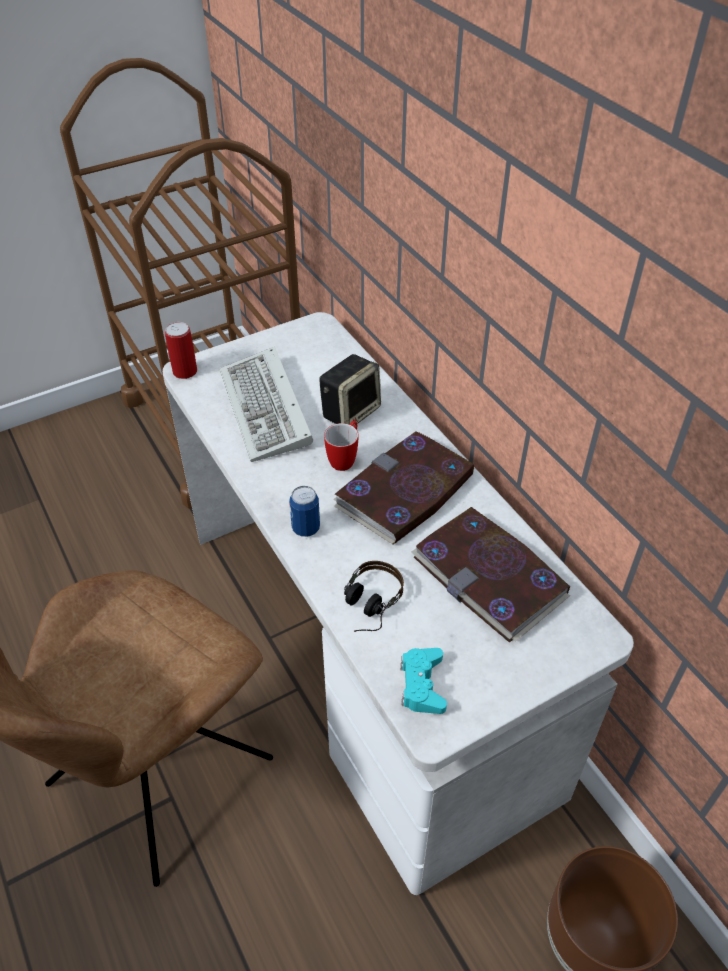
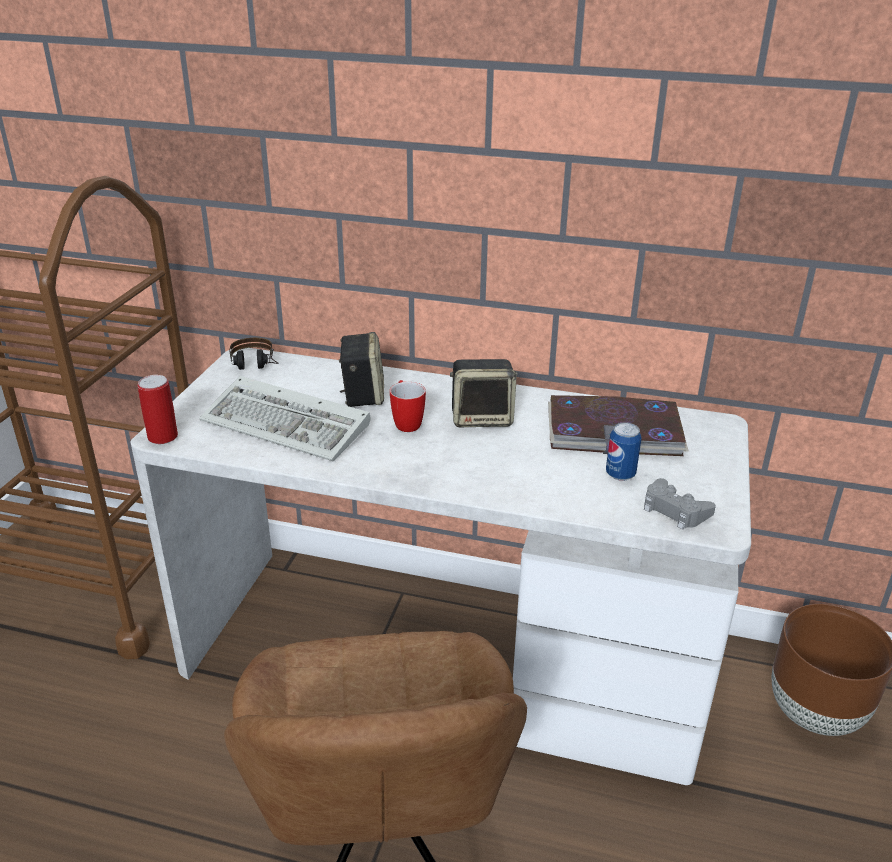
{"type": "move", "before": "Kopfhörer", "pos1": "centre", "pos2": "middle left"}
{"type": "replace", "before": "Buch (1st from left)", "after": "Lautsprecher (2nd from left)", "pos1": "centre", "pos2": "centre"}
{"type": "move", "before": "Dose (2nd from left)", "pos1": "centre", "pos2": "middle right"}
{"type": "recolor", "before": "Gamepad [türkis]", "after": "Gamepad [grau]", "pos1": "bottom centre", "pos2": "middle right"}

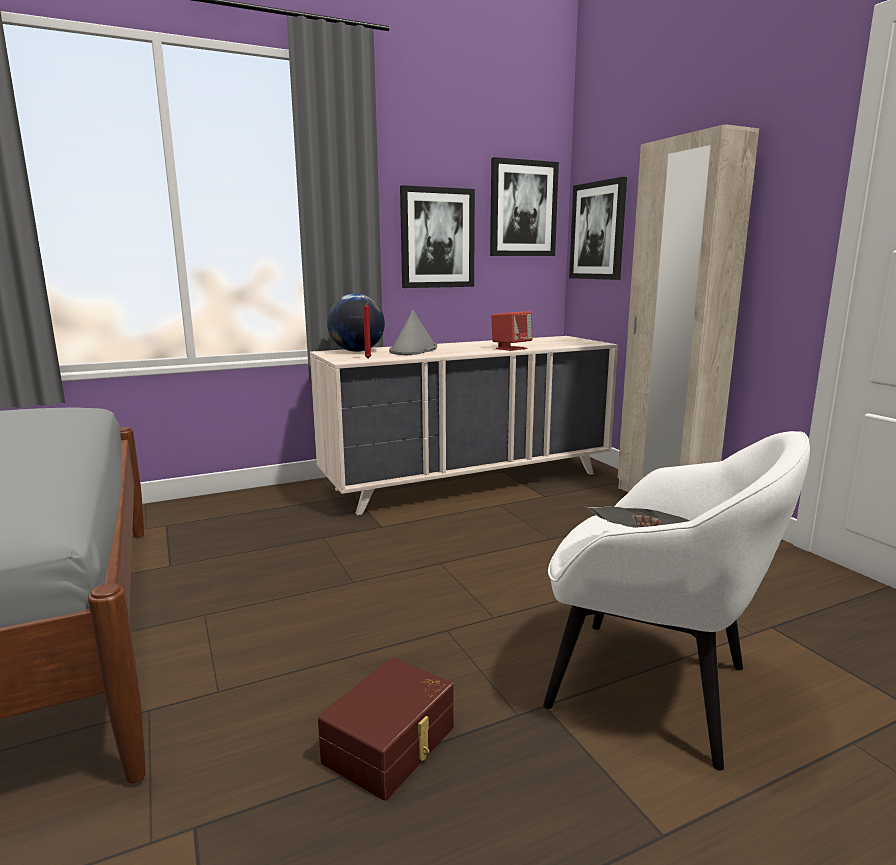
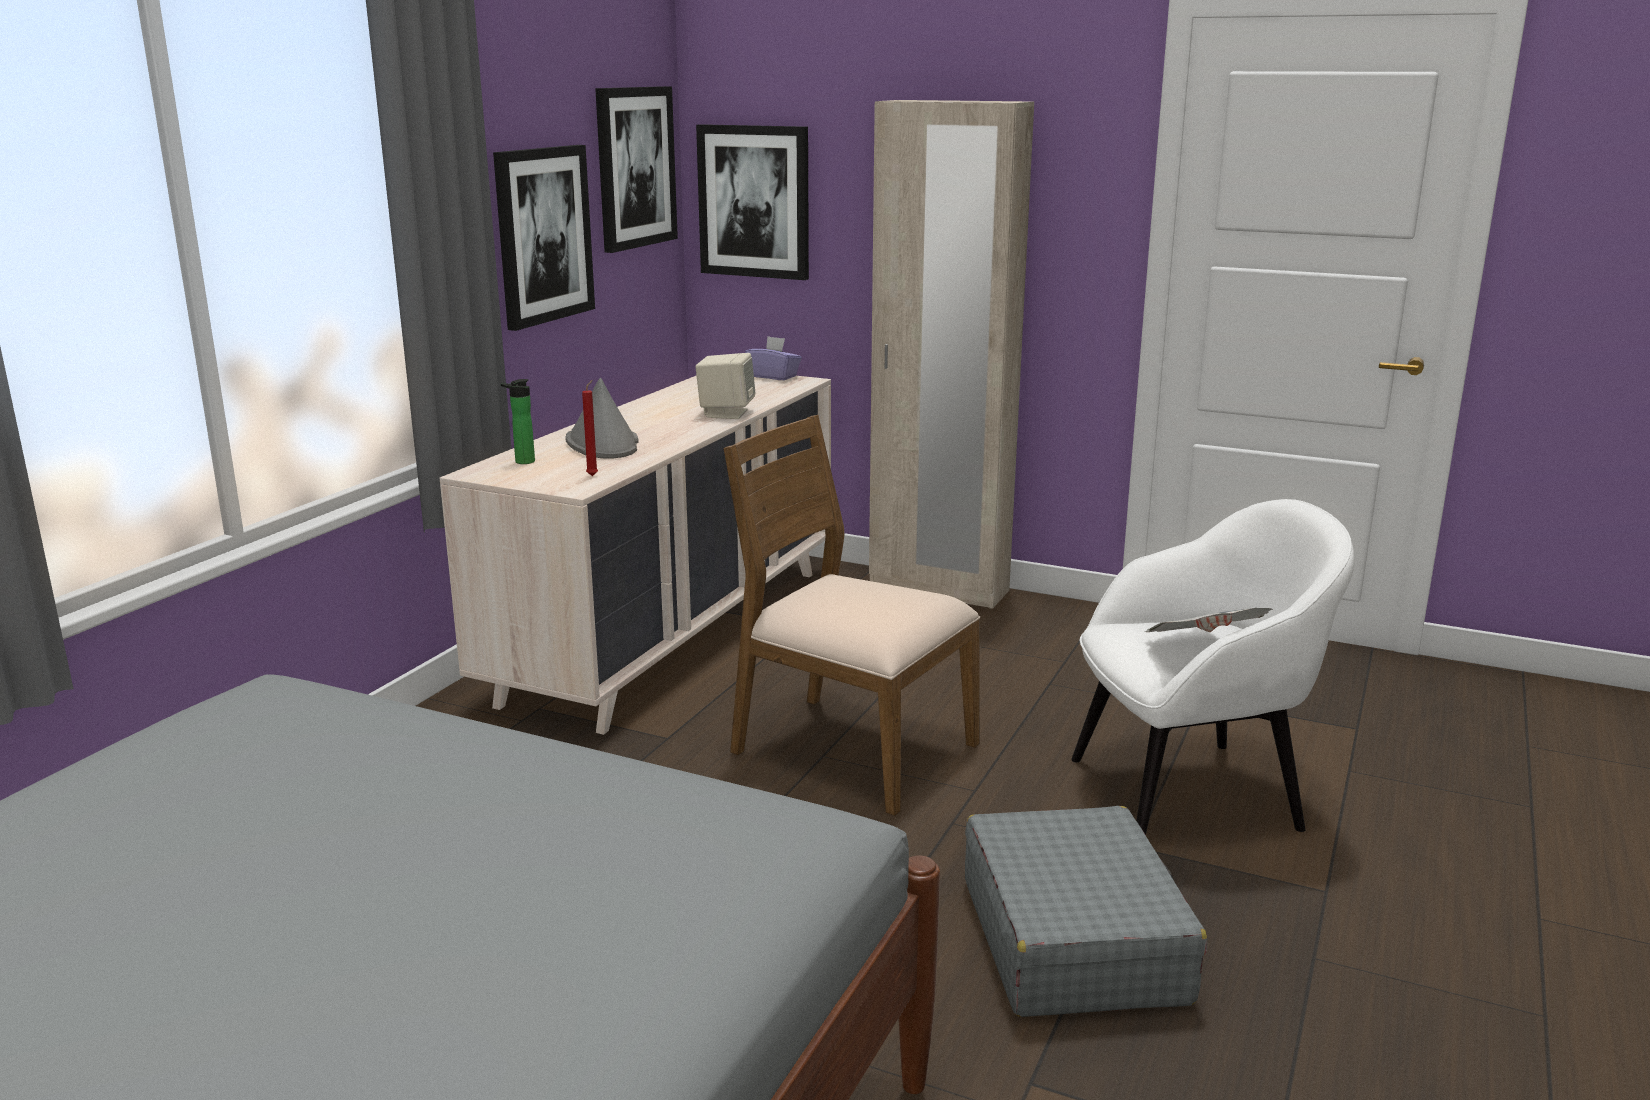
{"type": "replace", "before": "Globus", "after": "Flasche", "pos1": "centre", "pos2": "middle left"}
{"type": "recolor", "before": "Lautsprecher [rot]", "after": "Lautsprecher [beige]", "pos1": "centre", "pos2": "centre"}
{"type": "insert", "after": "Stuhl [braun]", "pos2": "centre"}
{"type": "insert", "after": "Taschentuchbox [lila]", "pos2": "top centre"}
{"type": "replace", "before": "Aufbewahrungsbox [braun]", "after": "Koffer [grau]", "pos1": "bottom centre", "pos2": "bottom centre"}

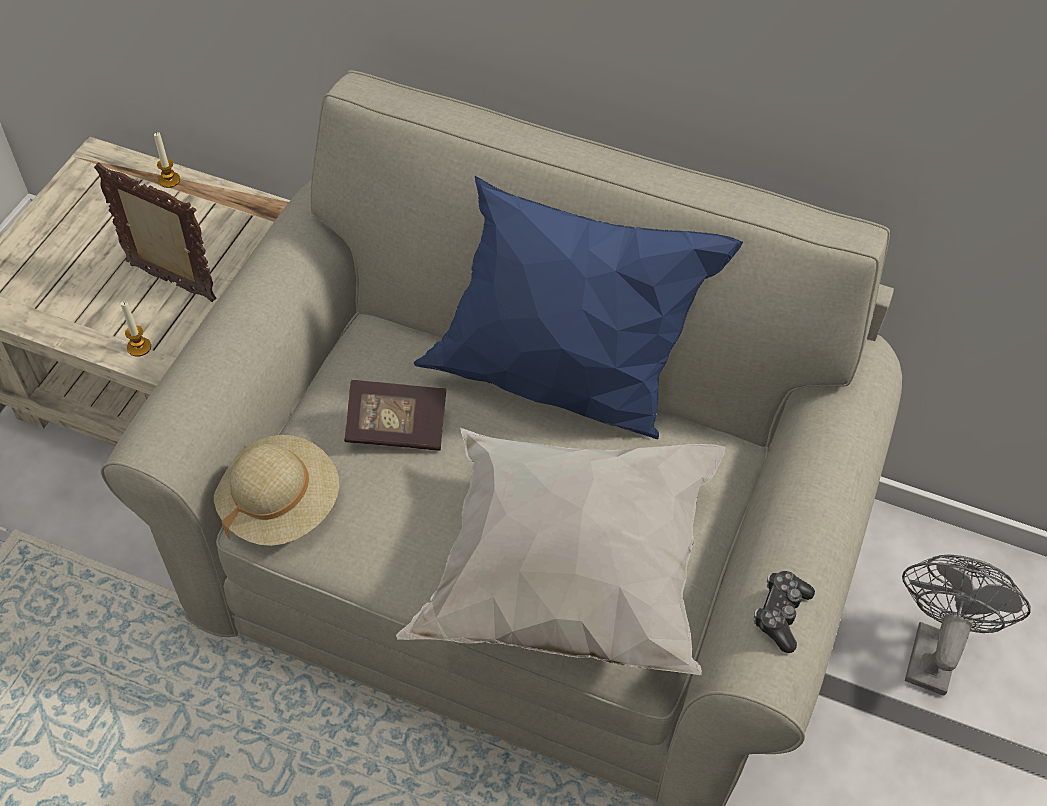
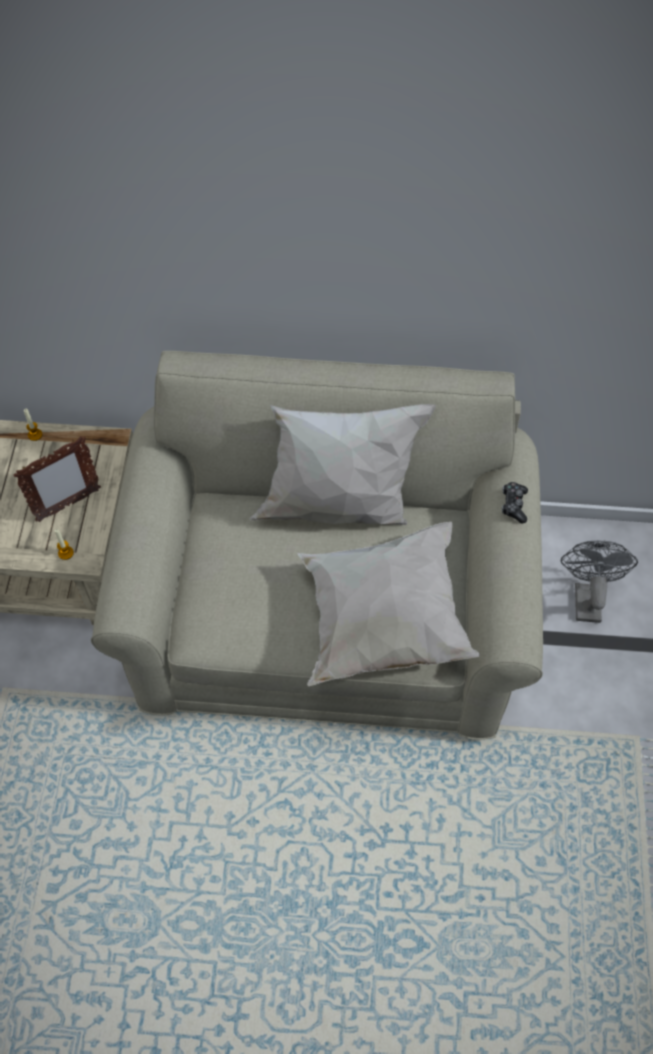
{"type": "rotate", "before": "Bilderrahmen", "pos1": "top left", "pos2": "middle left", "turn": 135}
{"type": "recolor", "before": "Kissen [blau]", "after": "Kissen [weiß] (1st from left)", "pos1": "centre", "pos2": "centre"}
{"type": "move", "before": "Gamepad", "pos1": "bottom right", "pos2": "middle right"}
{"type": "delete", "before": "Hut [beige]", "pos1": "middle left"}
{"type": "delete", "before": "Buch", "pos1": "centre"}

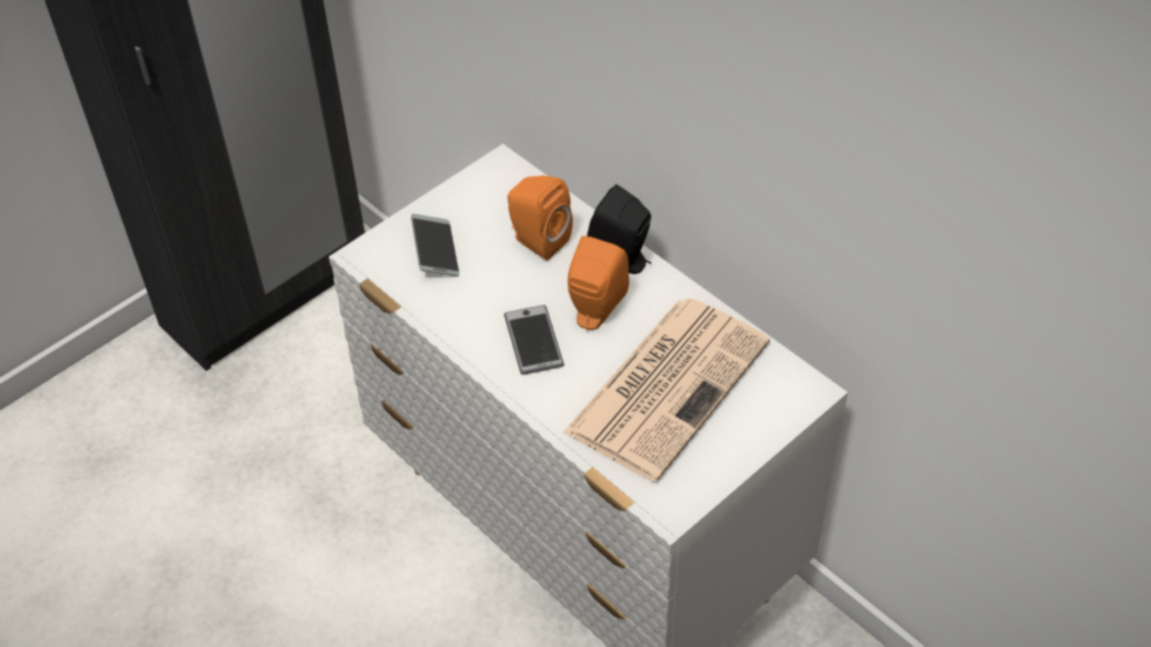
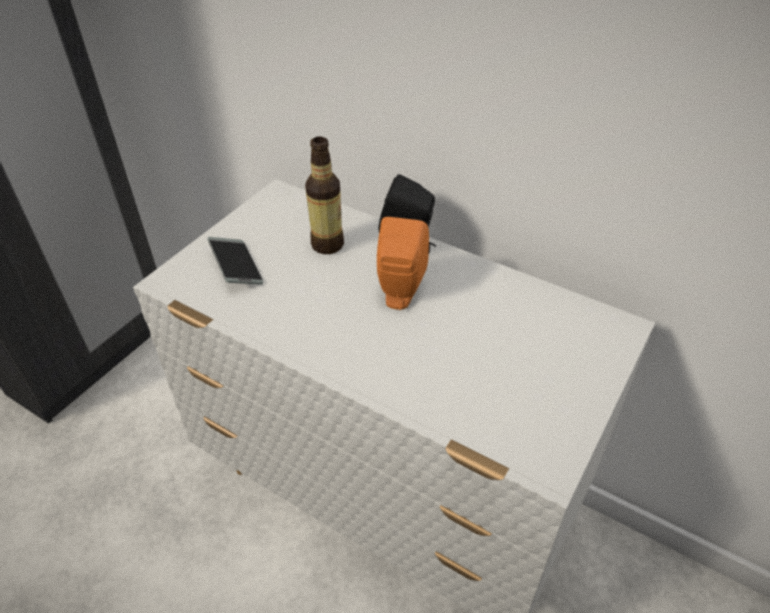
{"type": "replace", "before": "Lautsprecher [orange] (1st from left)", "after": "Flasche", "pos1": "centre", "pos2": "top centre"}
{"type": "delete", "before": "Handy (2nd from left)", "pos1": "centre"}
{"type": "delete", "before": "Zeitung", "pos1": "centre"}

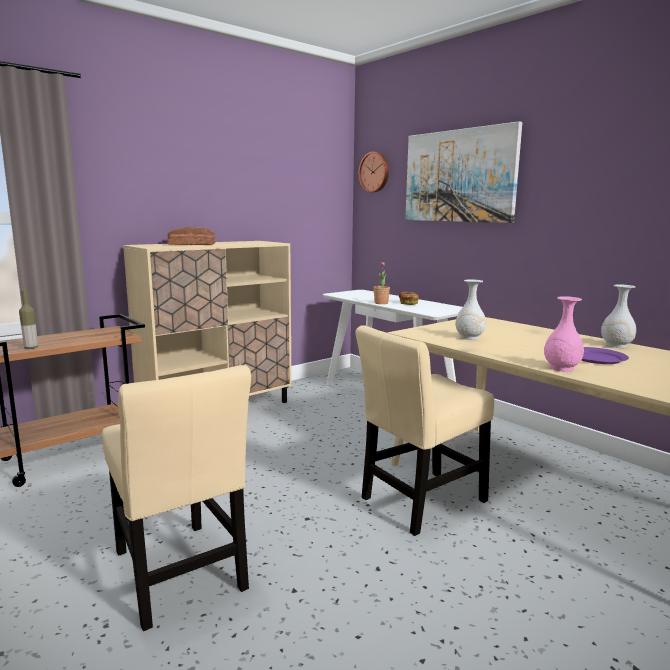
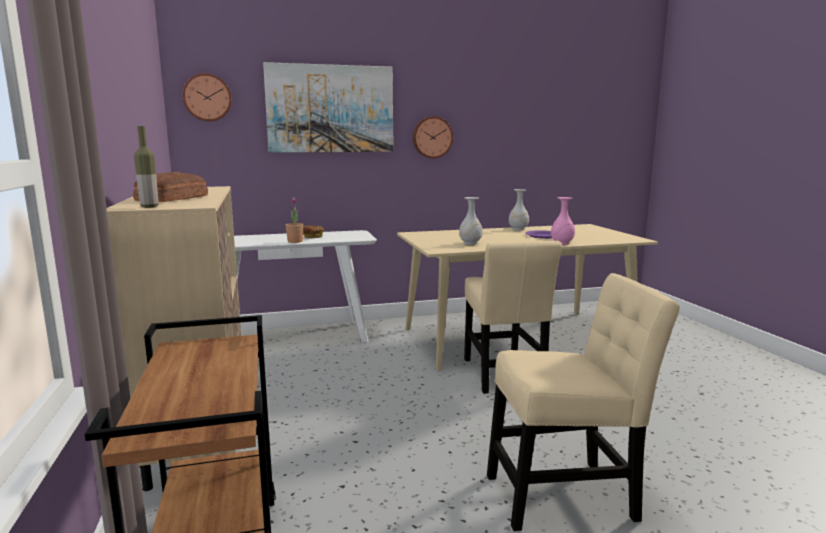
{"type": "move", "before": "Flasche", "pos1": "middle left", "pos2": "top left"}
{"type": "insert", "after": "Wanduhr (2nd from left)", "pos2": "top centre"}

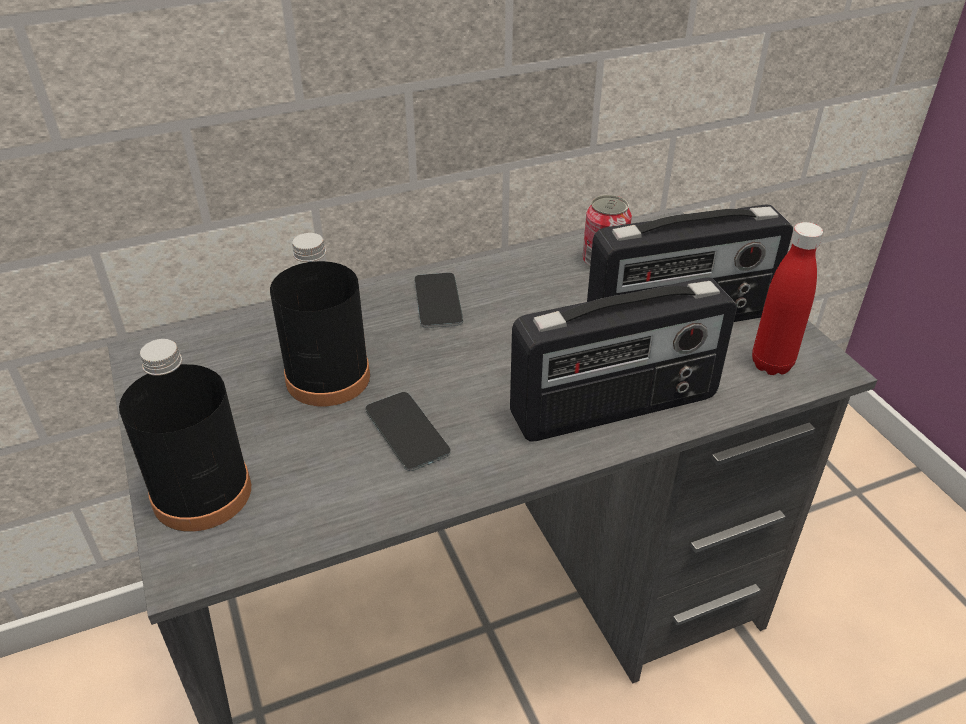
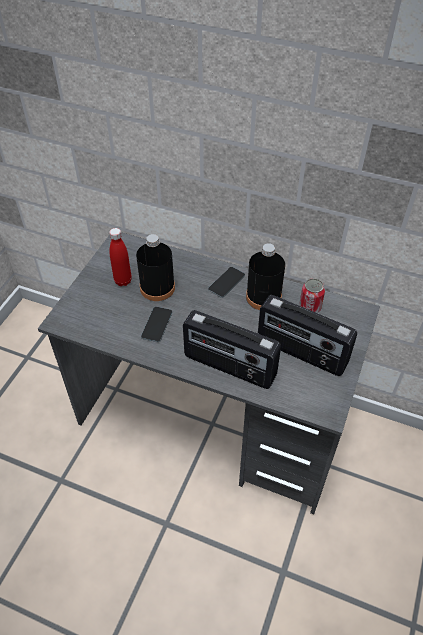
{"type": "move", "before": "Flasche [rot]", "pos1": "middle right", "pos2": "middle left"}
{"type": "move", "before": "Flasche [schwarz] (1st from left in the first image)", "after": "Flasche [schwarz] (2nd from left)", "pos1": "middle left", "pos2": "centre"}

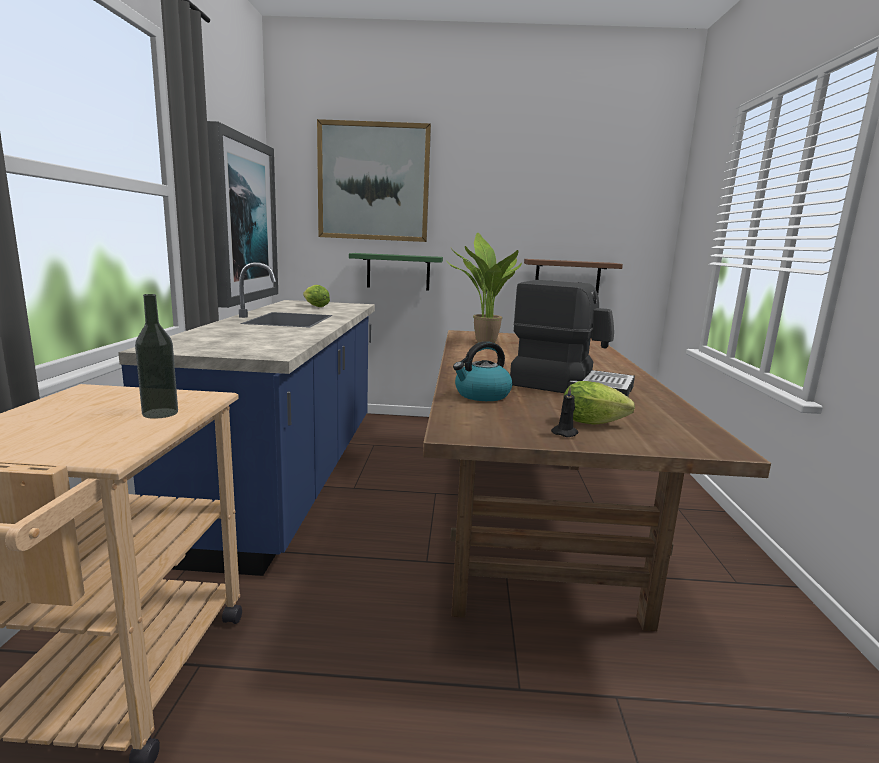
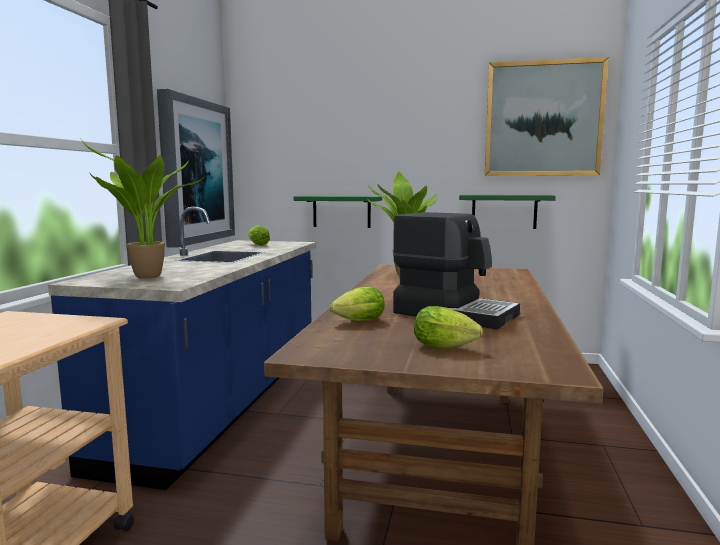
{"type": "insert", "after": "Topfpflanze (1st from left)", "pos2": "middle left"}
{"type": "replace", "before": "Wasserkessel", "after": "Salatkopf (2nd from left)", "pos1": "centre", "pos2": "centre"}
{"type": "recolor", "before": "Wandregal [braun]", "after": "Wandregal [grün] (2nd from left)", "pos1": "centre", "pos2": "middle right"}
{"type": "move", "before": "Bild (2nd from left)", "pos1": "top centre", "pos2": "top right"}
{"type": "delete", "before": "Flasche", "pos1": "middle left"}
{"type": "delete", "before": "Kerze [schwarz]", "pos1": "centre"}

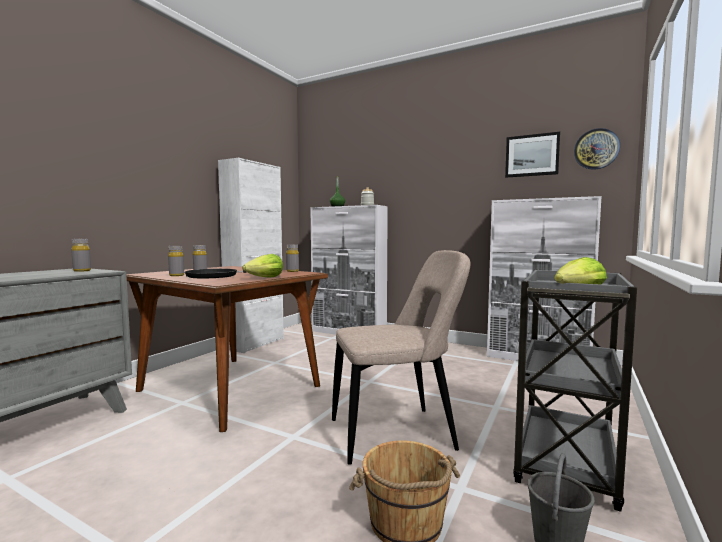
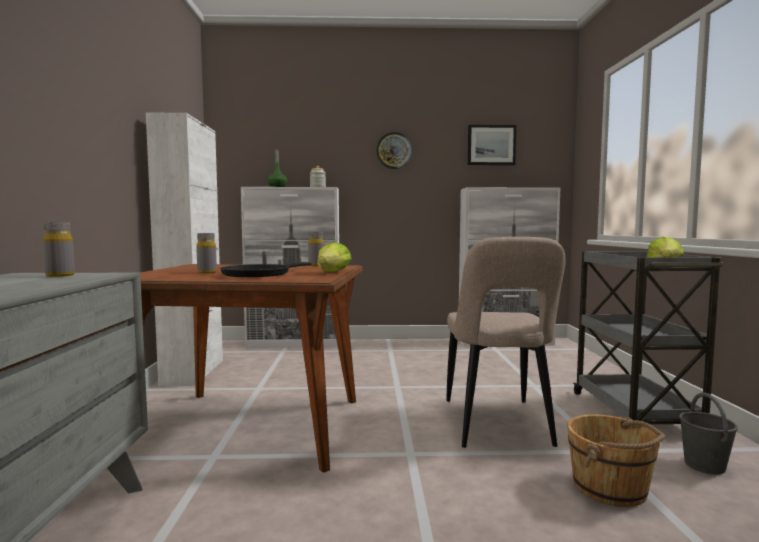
{"type": "move", "before": "Wanduhr", "pos1": "top right", "pos2": "top centre"}
{"type": "rotate", "before": "Stuhl [beige]", "pos1": "centre", "pos2": "middle right", "turn": 135}
{"type": "delete", "before": "Flasche [grau] (2nd from left)", "pos1": "middle left"}

